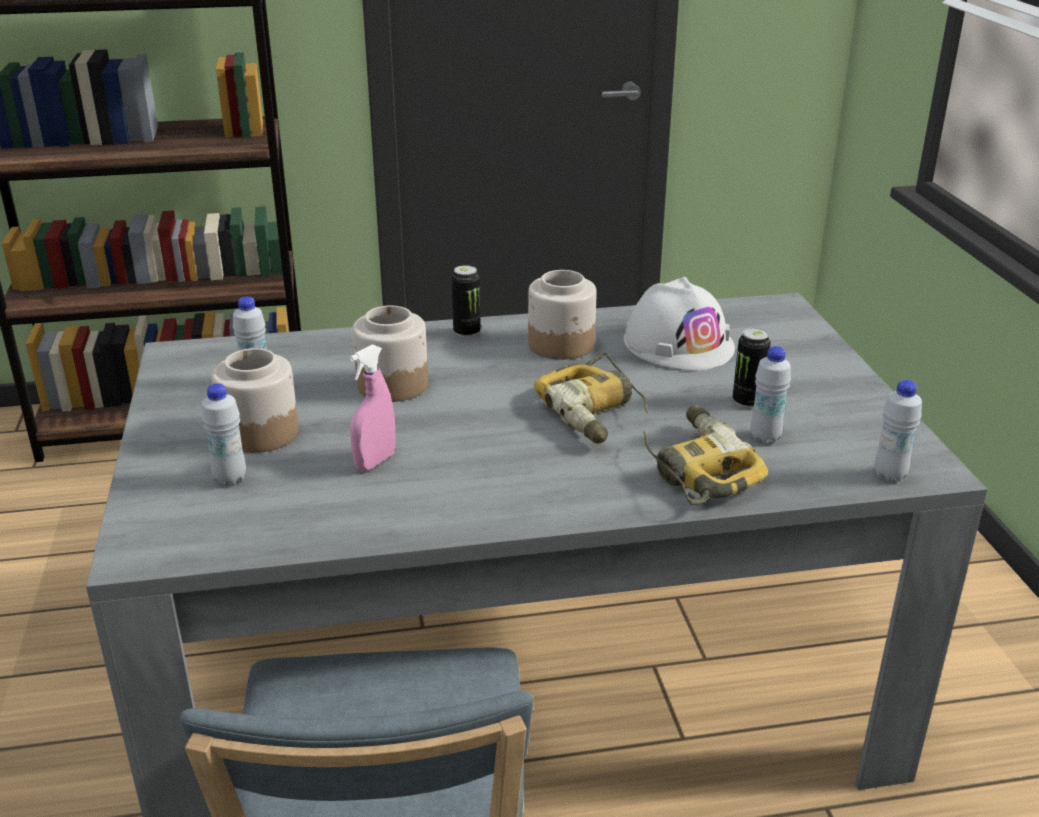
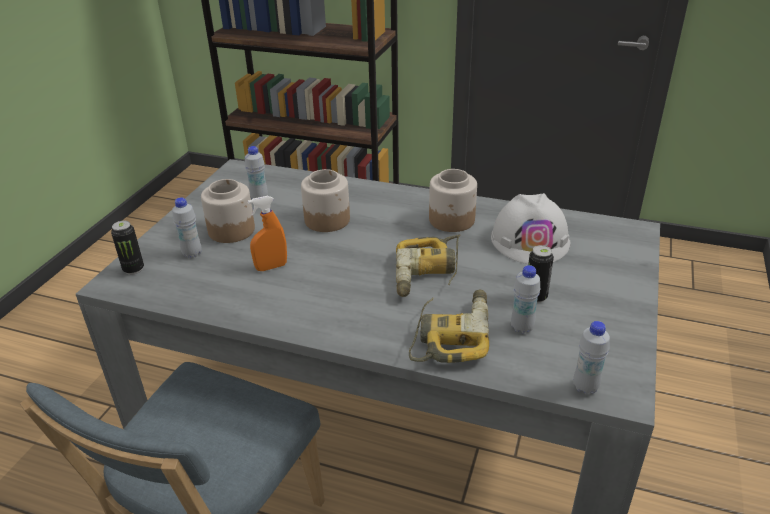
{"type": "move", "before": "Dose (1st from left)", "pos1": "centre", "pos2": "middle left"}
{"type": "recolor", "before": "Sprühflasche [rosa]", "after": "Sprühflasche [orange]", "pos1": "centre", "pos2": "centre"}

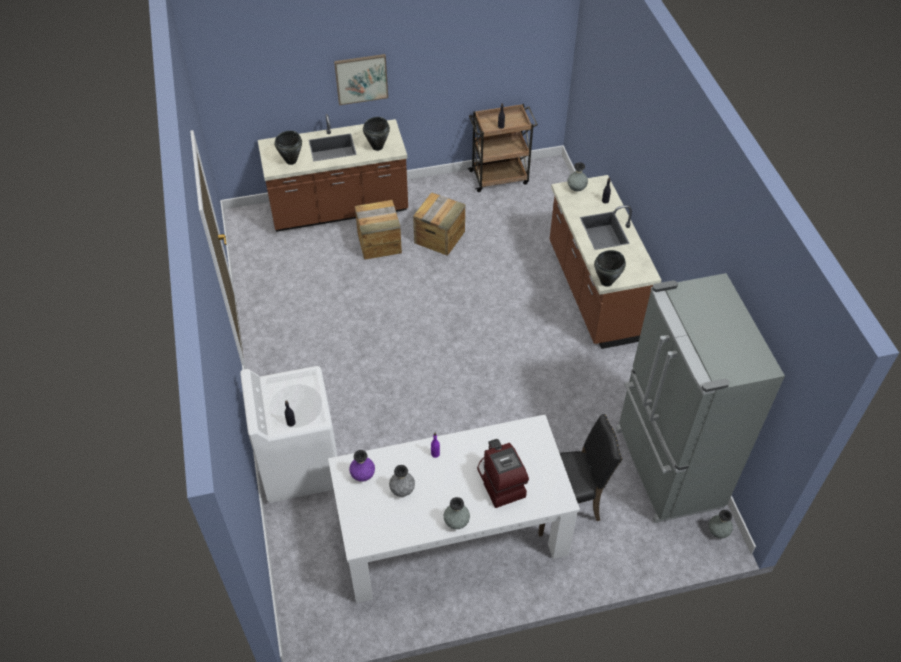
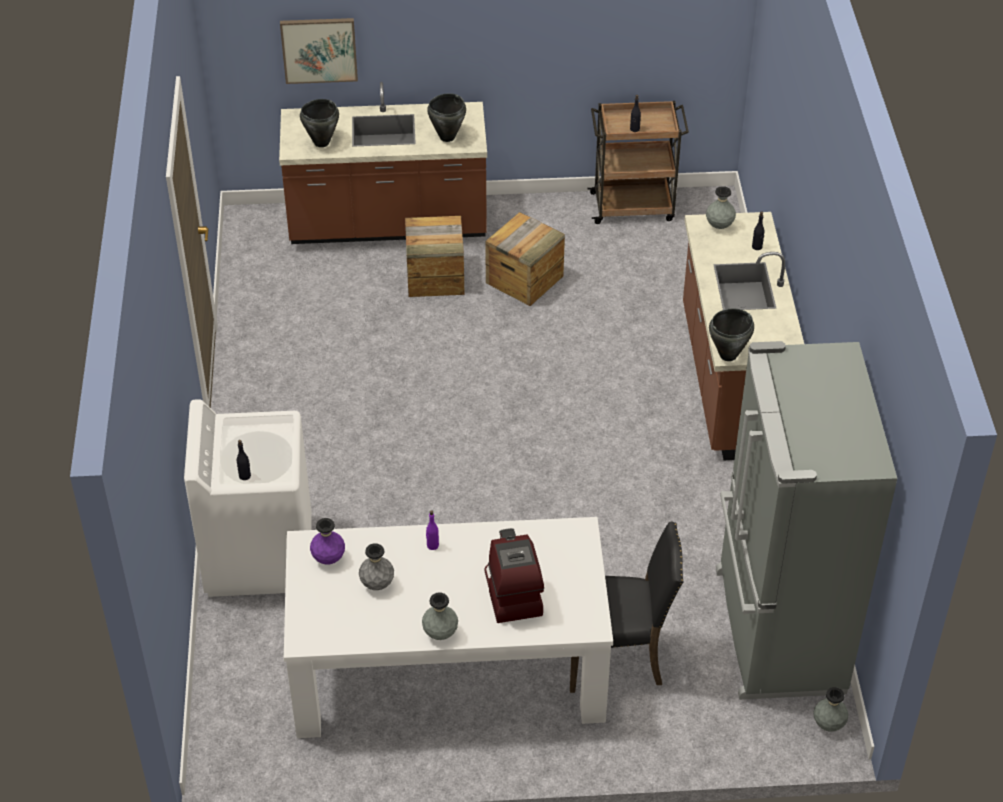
{"type": "move", "before": "Bild", "pos1": "top centre", "pos2": "top left"}

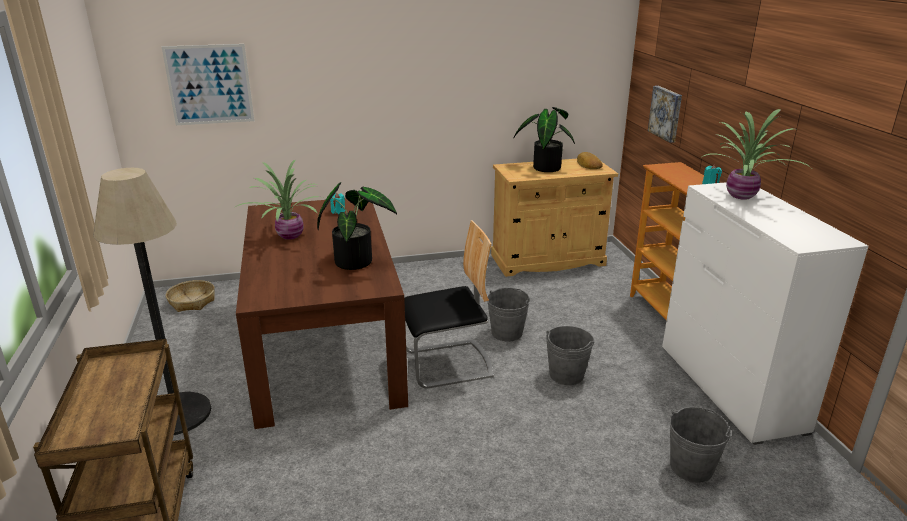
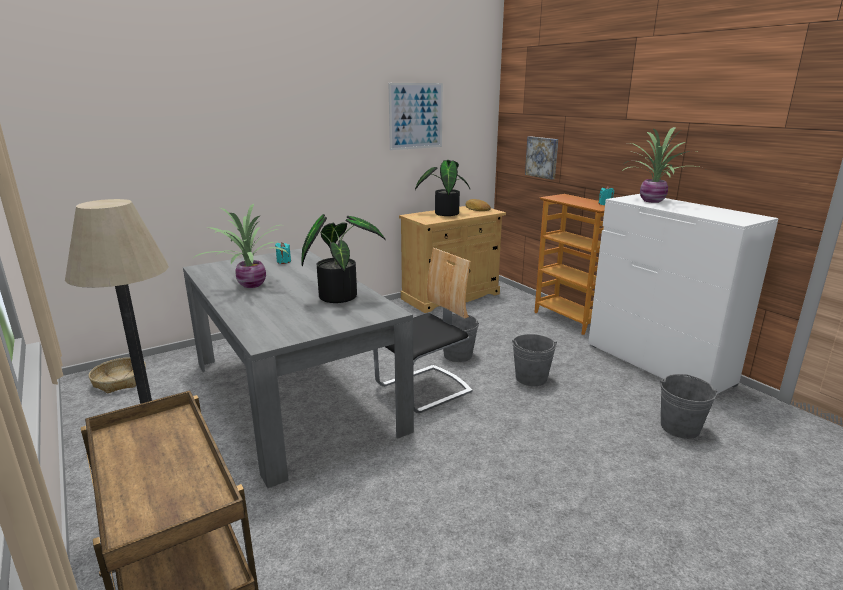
{"type": "recolor", "before": "Esstisch [braun]", "after": "Esstisch [grau]", "pos1": "centre", "pos2": "centre"}
{"type": "move", "before": "Bild (1st from left)", "pos1": "top left", "pos2": "top centre"}

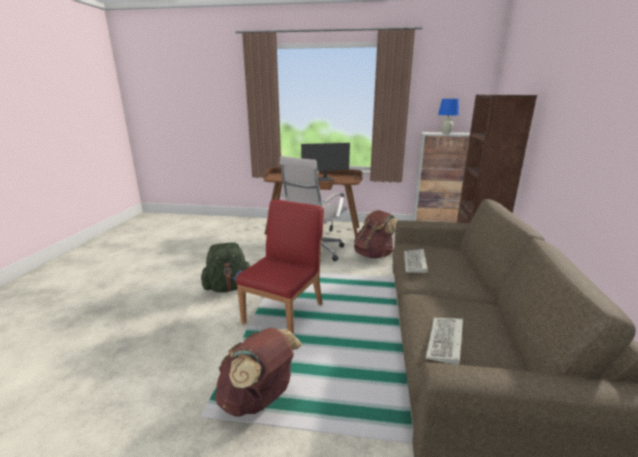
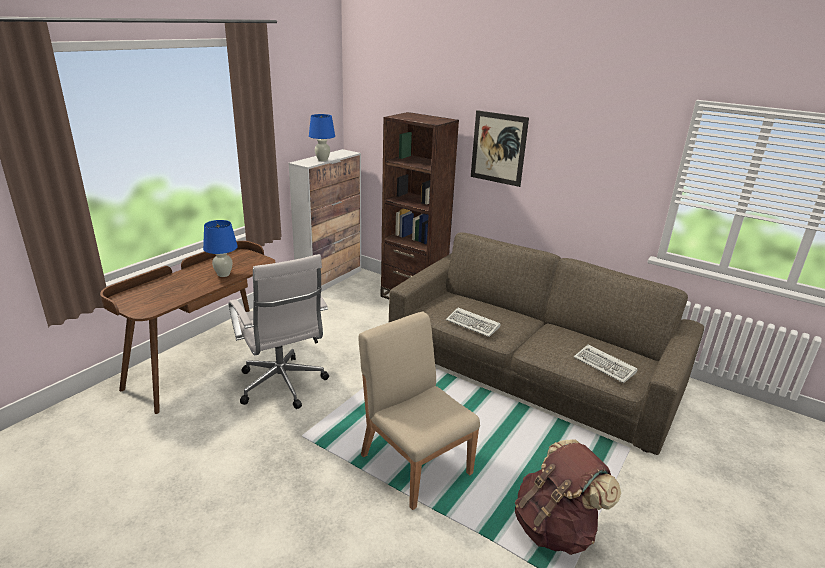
{"type": "replace", "before": "Monitor", "after": "Tischlampe [blau] (1st from left)", "pos1": "centre", "pos2": "middle left"}
{"type": "recolor", "before": "Stuhl [rot]", "after": "Stuhl [beige]", "pos1": "centre", "pos2": "bottom centre"}
{"type": "insert", "after": "Bild", "pos2": "top centre"}
{"type": "delete", "before": "Rucksack [grün]", "pos1": "centre"}
{"type": "delete", "before": "Rucksack [braun] (2nd from left)", "pos1": "centre"}

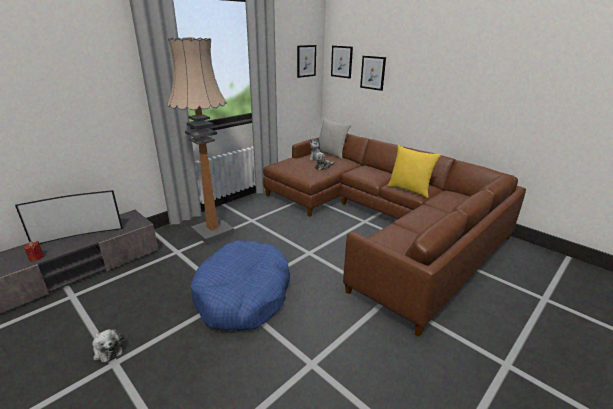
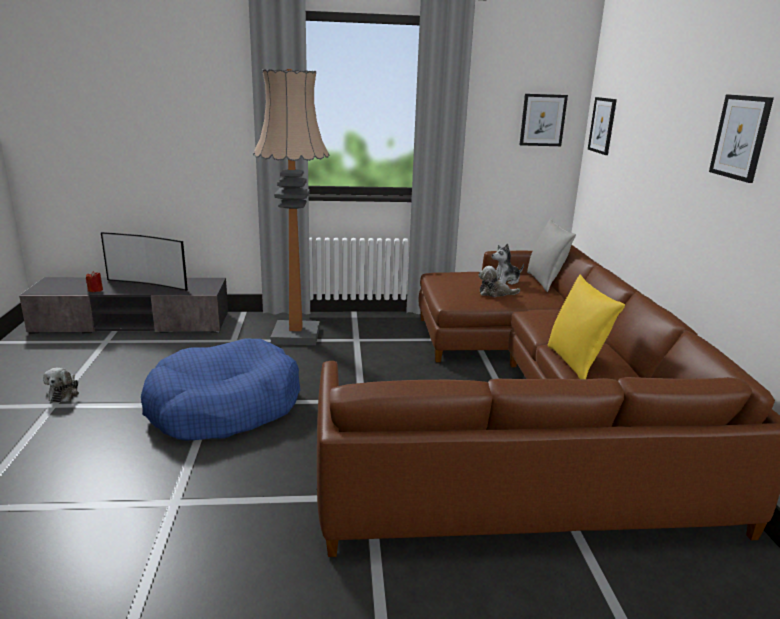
{"type": "move", "before": "Bild (3rd from left)", "pos1": "top centre", "pos2": "top right"}

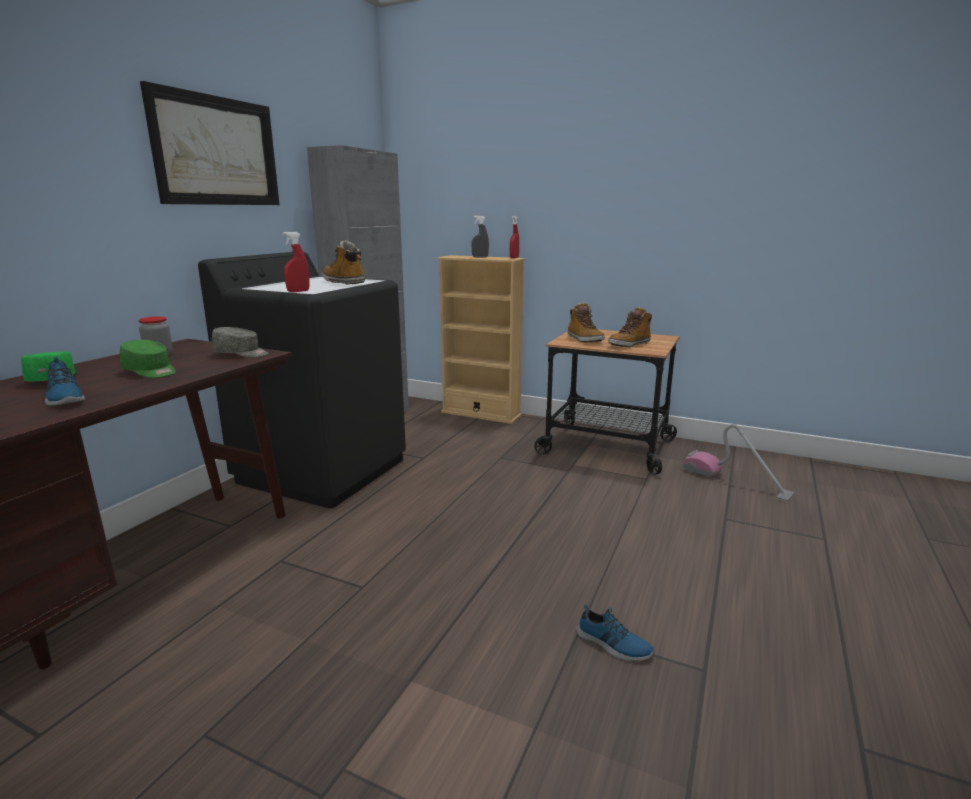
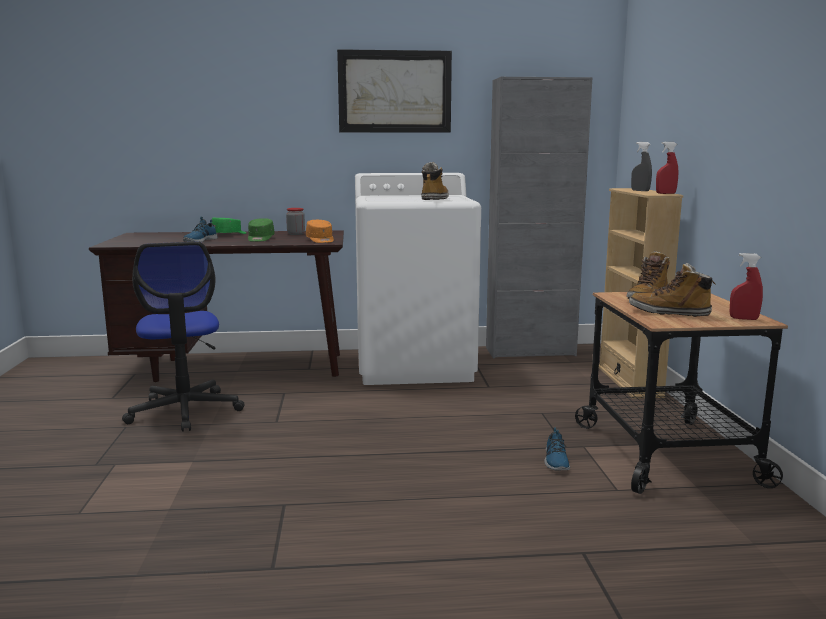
{"type": "insert", "after": "Bürostuhl", "pos2": "middle left"}
{"type": "recolor", "before": "Kappe [grau]", "after": "Kappe [orange]", "pos1": "middle left", "pos2": "centre"}
{"type": "recolor", "before": "Waschmaschine [schwarz]", "after": "Waschmaschine [weiß]", "pos1": "middle left", "pos2": "centre"}
{"type": "move", "before": "Schuh (2nd from left)", "pos1": "bottom centre", "pos2": "bottom right"}
{"type": "move", "before": "Sprühflasche [rot] (1st from left in the first image)", "after": "Sprühflasche [rot] (2nd from left)", "pos1": "top left", "pos2": "middle right"}
{"type": "delete", "before": "Staubsauger", "pos1": "middle right"}

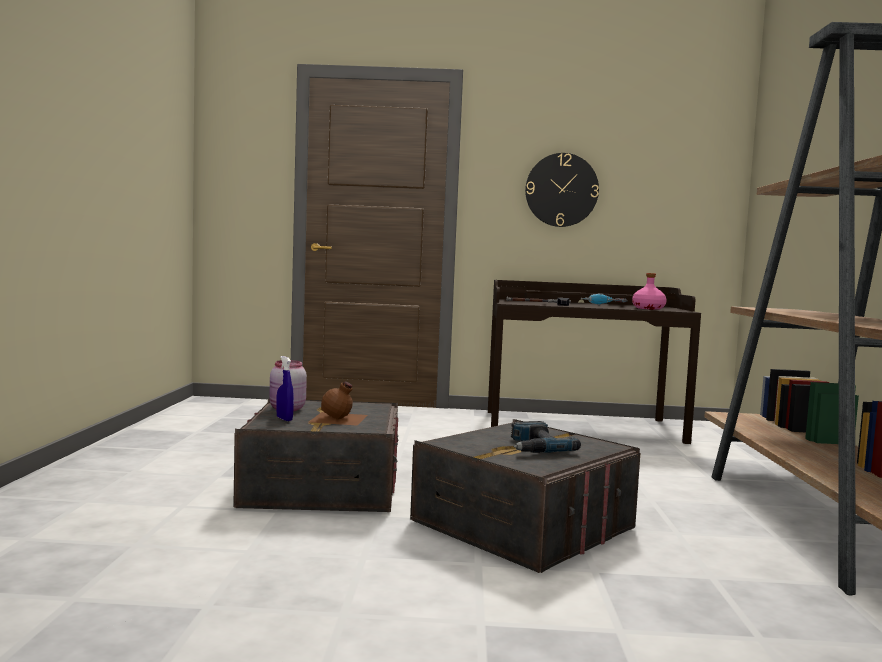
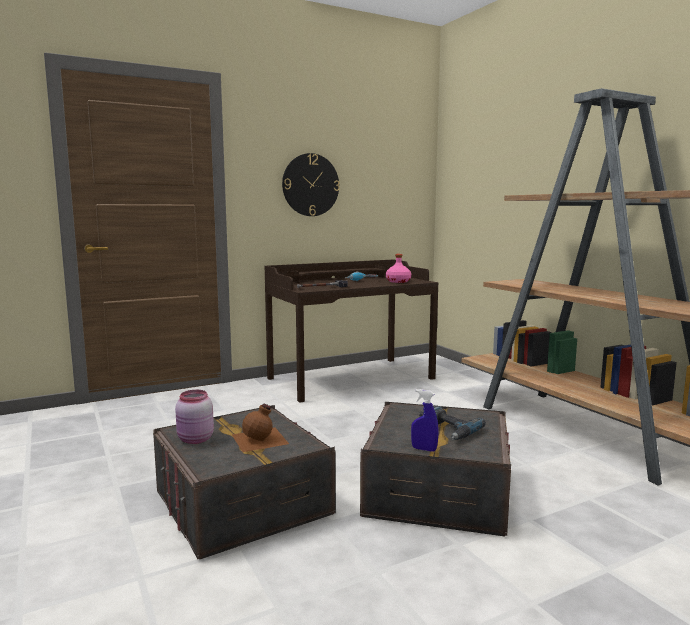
{"type": "move", "before": "Sprühflasche [blau]", "pos1": "middle left", "pos2": "bottom centre"}

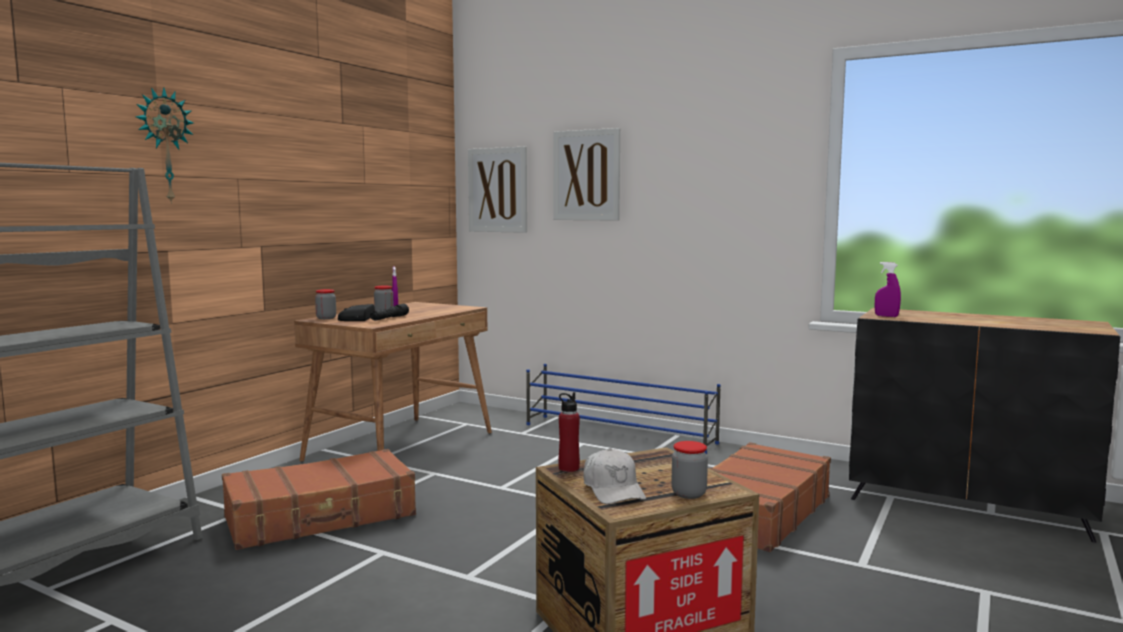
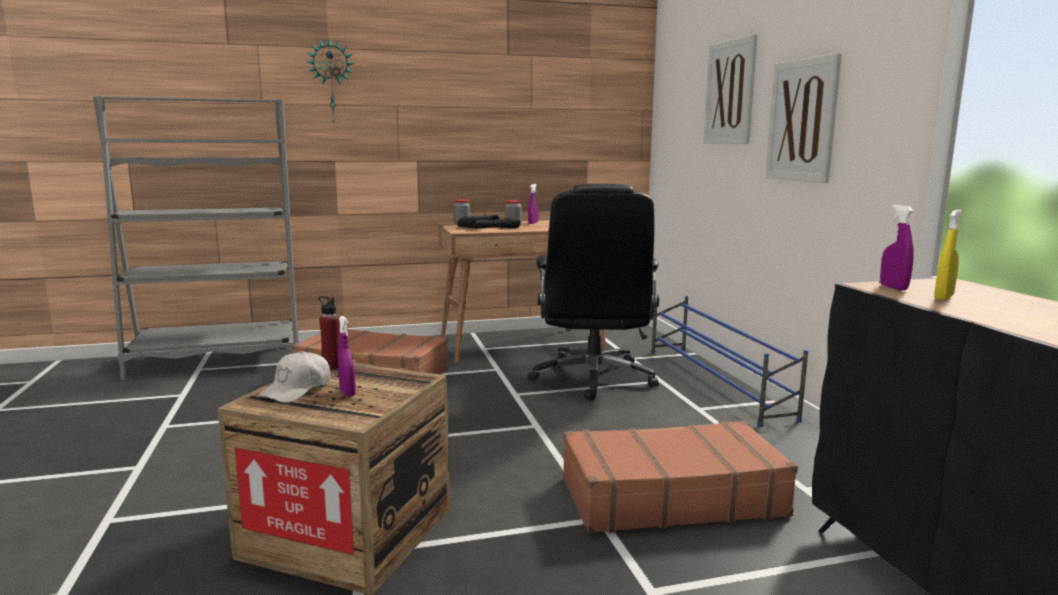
{"type": "insert", "after": "Sprühflasche [lila] (1st from left)", "pos2": "middle left"}
{"type": "insert", "after": "Bürostuhl [schwarz]", "pos2": "centre"}
{"type": "move", "before": "Bild (1st from left in the first image)", "after": "Bild (2nd from left)", "pos1": "top centre", "pos2": "top right"}
{"type": "insert", "after": "Sprühflasche [gelb]", "pos2": "middle right"}
{"type": "delete", "before": "Vorratsglas (3rd from left)", "pos1": "bottom centre"}

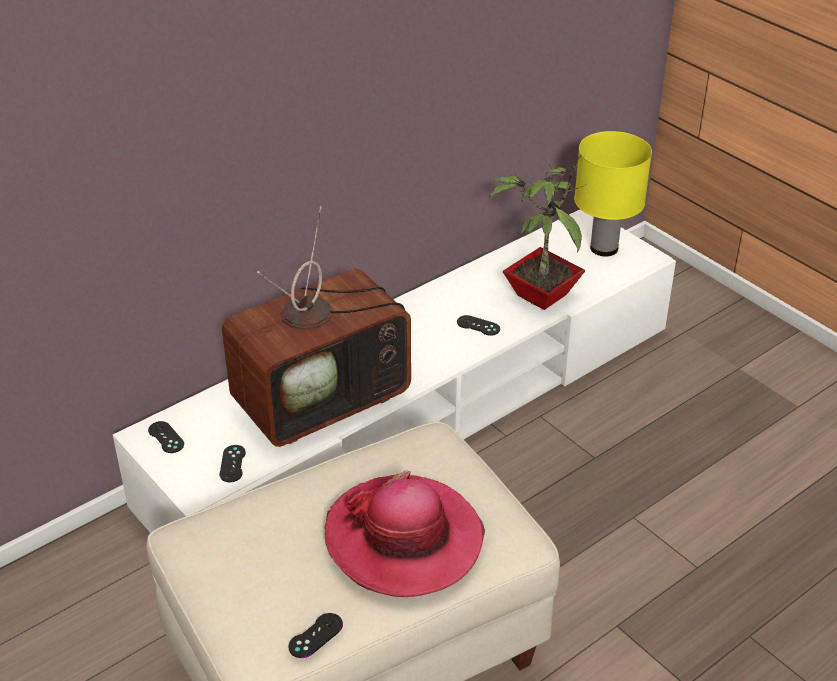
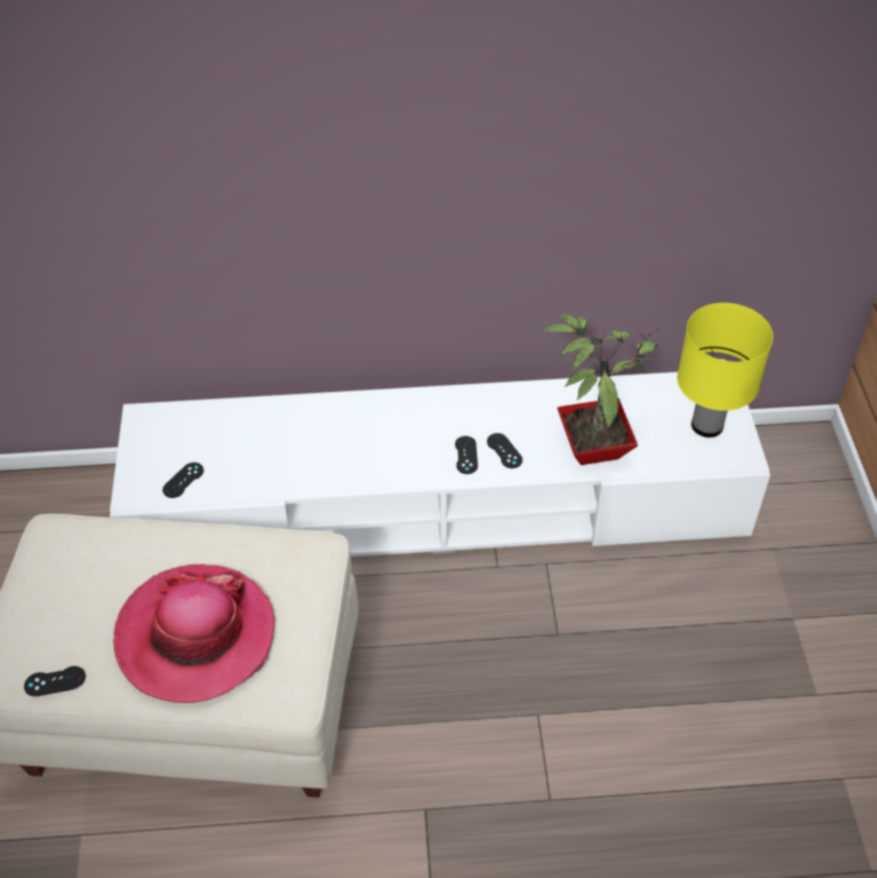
{"type": "move", "before": "Gamepad [schwarz] (1st from left in the first image)", "after": "Gamepad [schwarz] (3rd from left)", "pos1": "middle left", "pos2": "centre"}
{"type": "delete", "before": "Fernseher", "pos1": "centre"}

